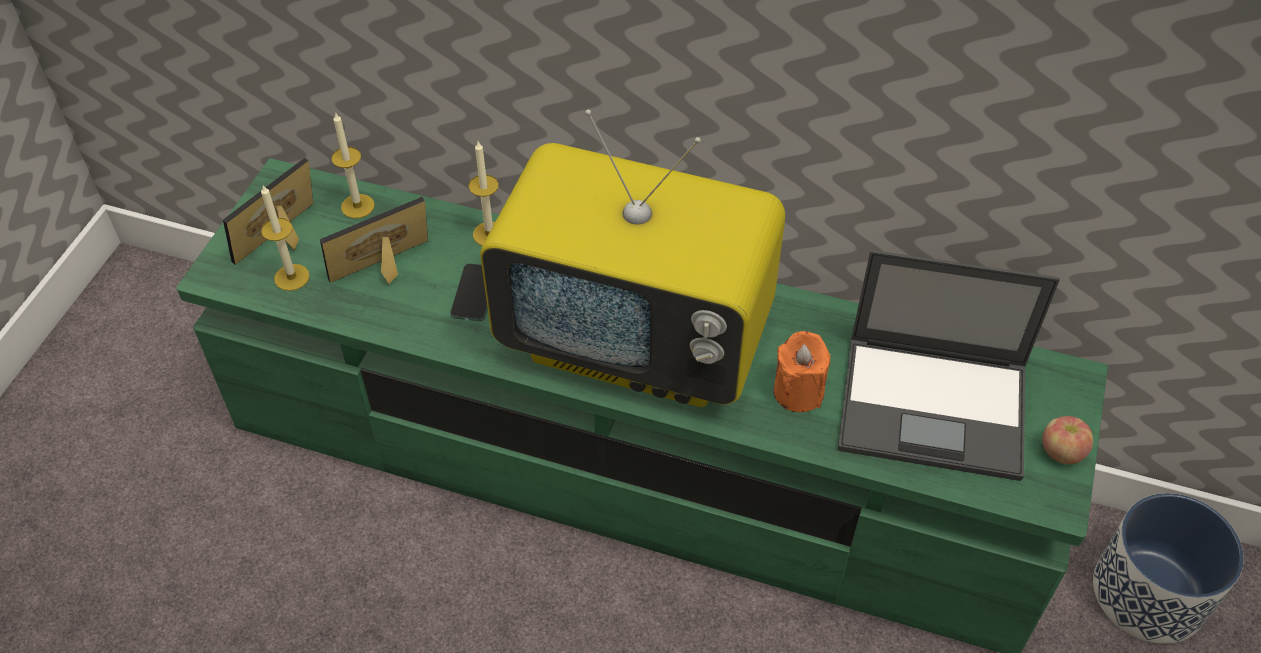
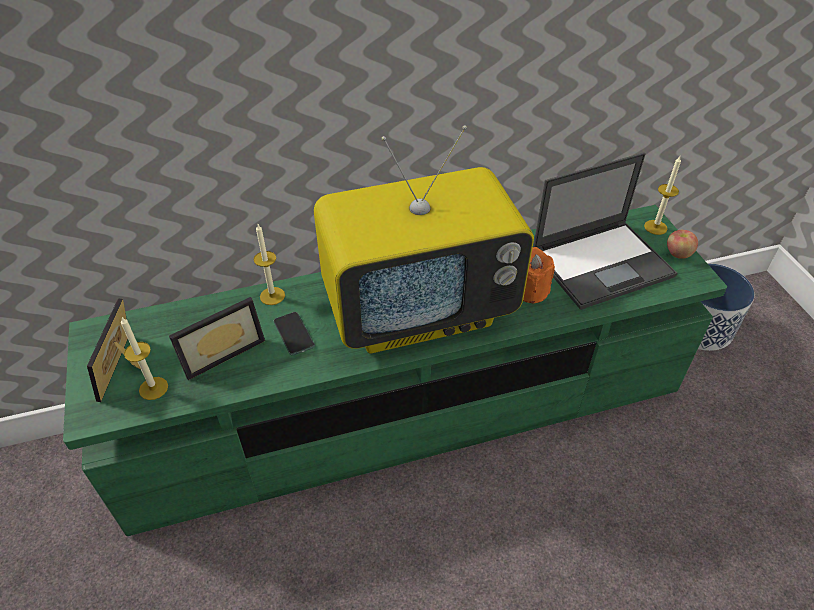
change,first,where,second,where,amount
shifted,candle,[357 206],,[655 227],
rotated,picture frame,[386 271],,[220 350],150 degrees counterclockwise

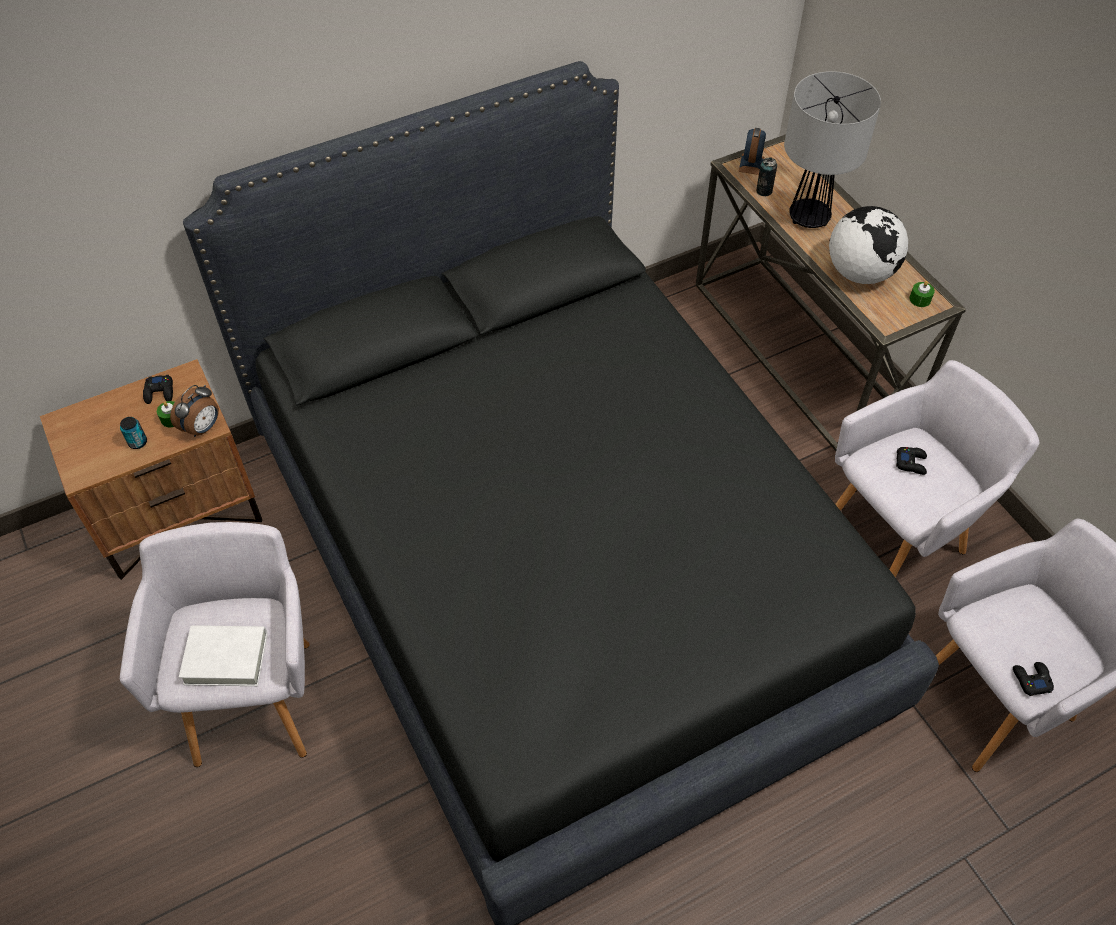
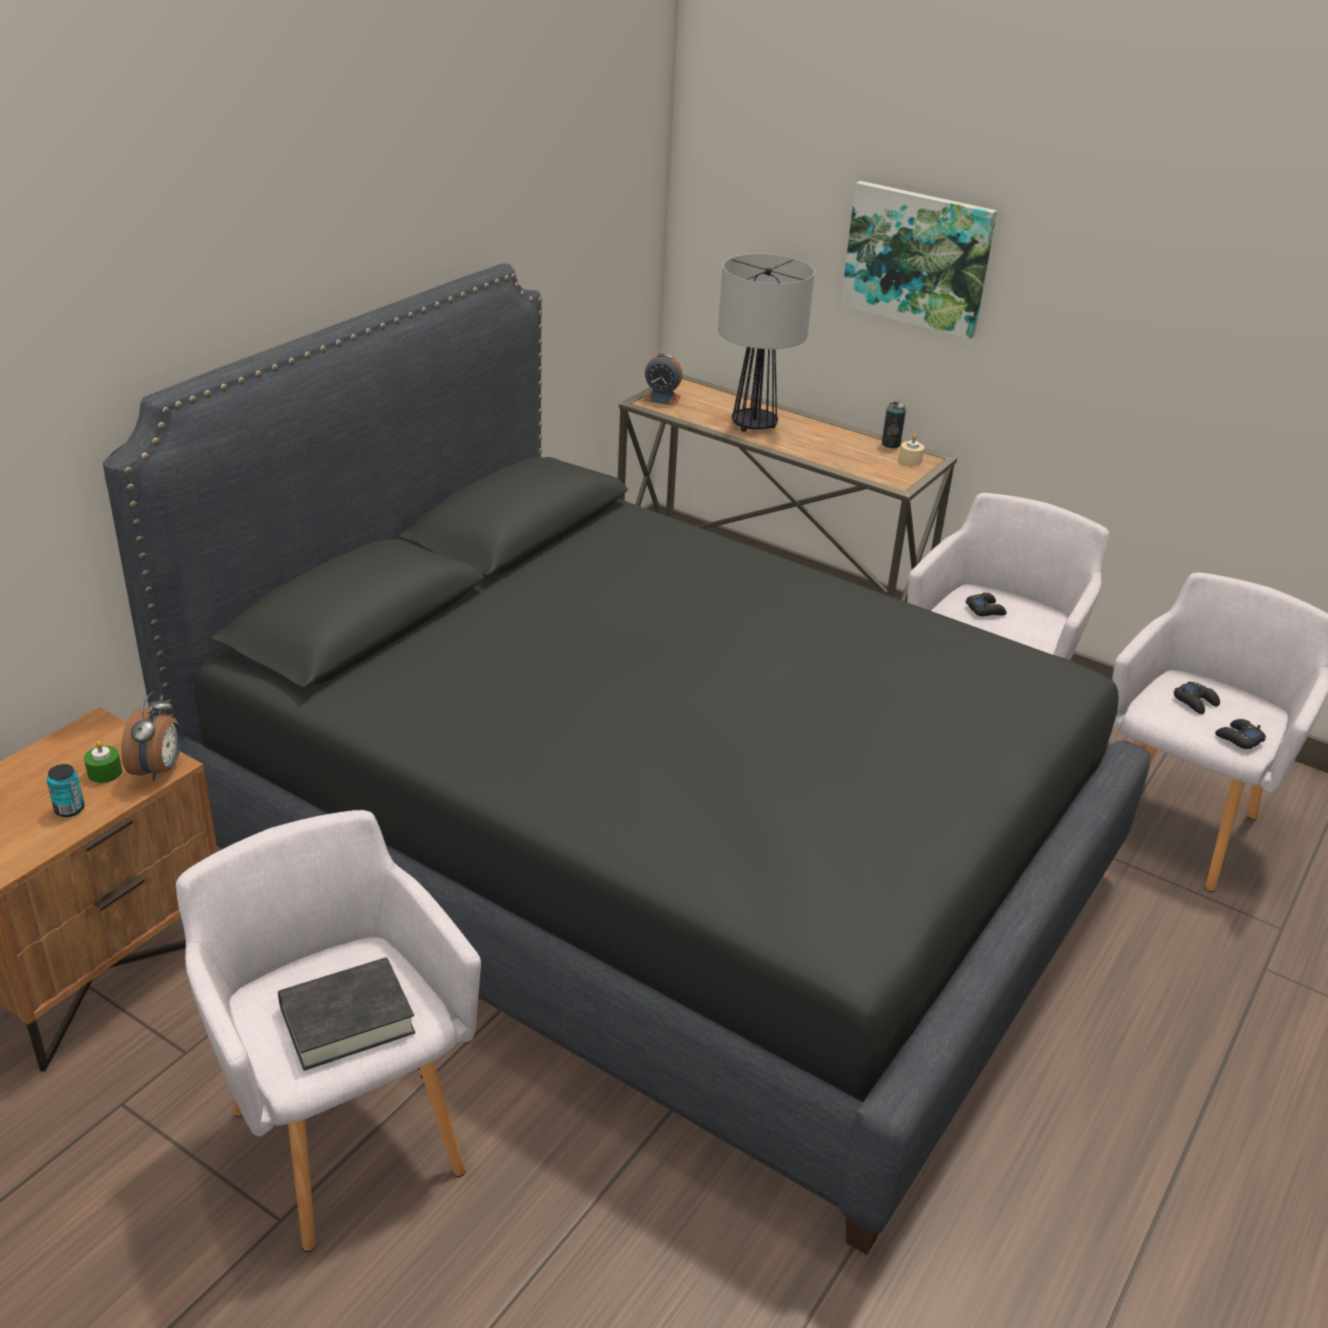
change,first,where,second,where,amount
rotated,alarm clock,[751 164],,[662 398],60 degrees counterclockwise
shifted,can,[764 191],,[890 444],
gone,globe,[860 273],,,
repainted,green candle,[920 299],beige candle,[910 460],
shifted,black game controller,[160 392],,[1195 702],
repainted,white book,[226 658],black book,[347 1020],
new,,,picture,[918 258],

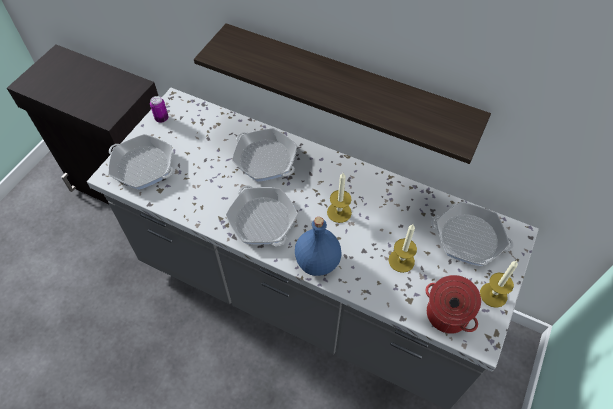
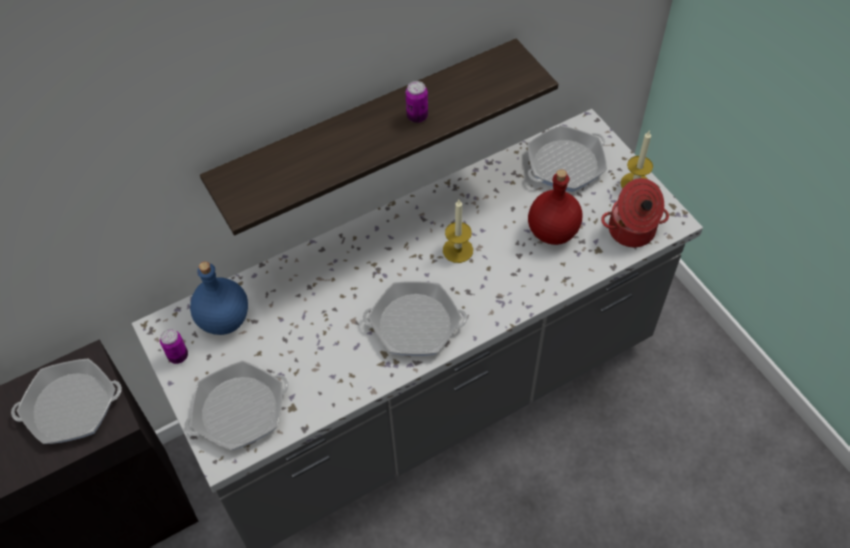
change,first,where,second,where,amount
shifted,frying pan,[265 159],,[71 406],
shifted,blue bottle,[316 262],,[223 320],
swapped,candle,[401 260],red bottle,[552 231],
new,,,can,[417 116],

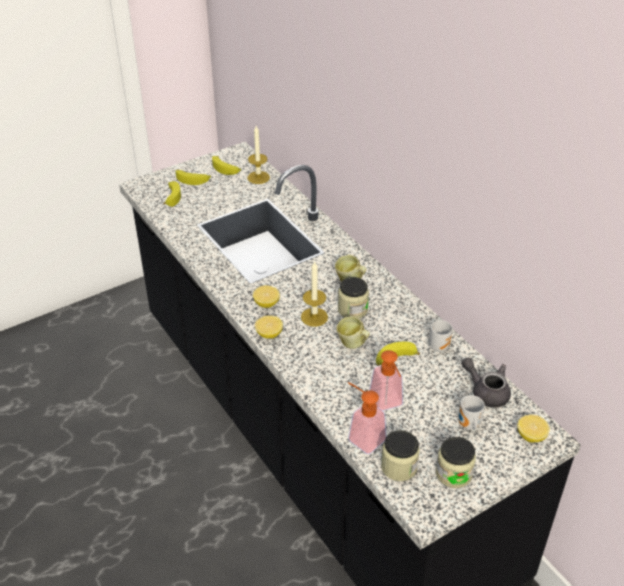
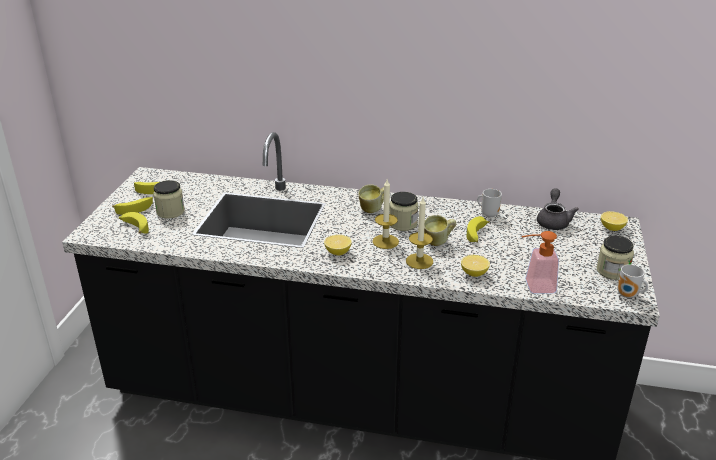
change,first,where,second,where,amount
shifted,candle,[258 177],,[419 261],
shifted,lemon,[269 334],,[474 273],
gone,soap dispenser,[388 404],,,
rotated,grey teapot,[486 391],,[553 221],105 degrees clockwise
shifted,mug,[468 425],,[628 296],
shifted,jar,[399 467],,[170 212],

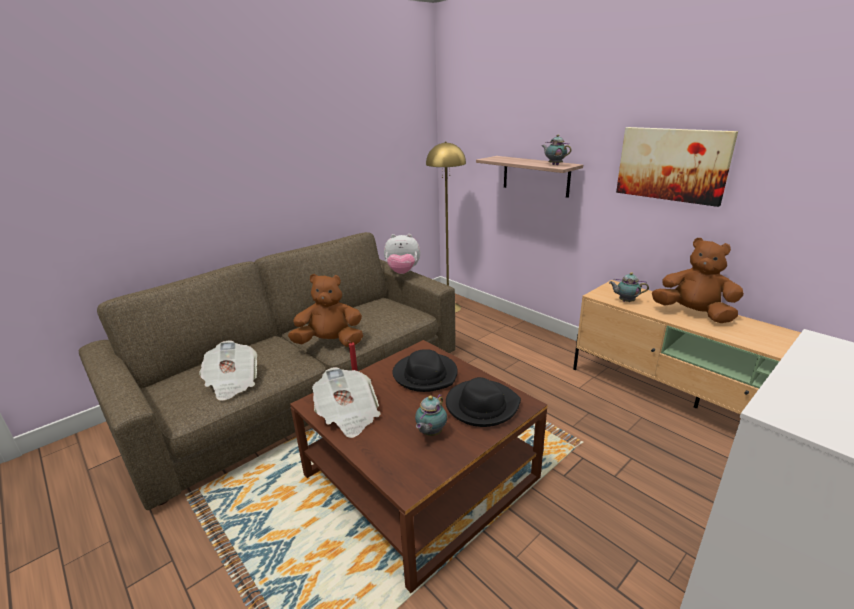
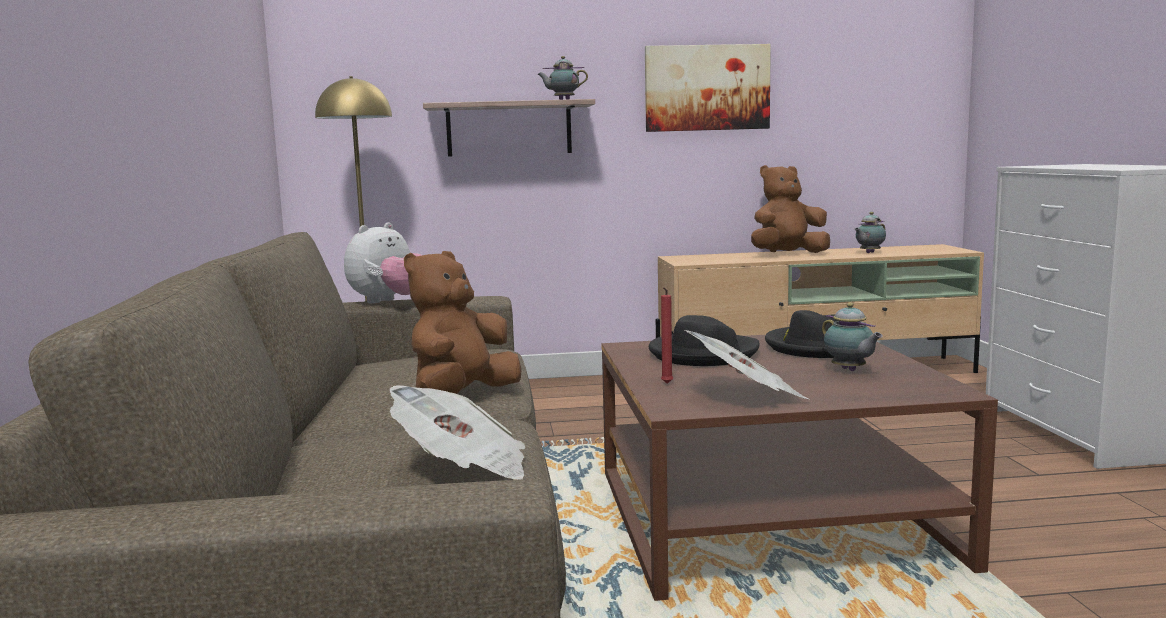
change,first,where,second,where,amount
shifted,teapot,[625 301],,[869 252],

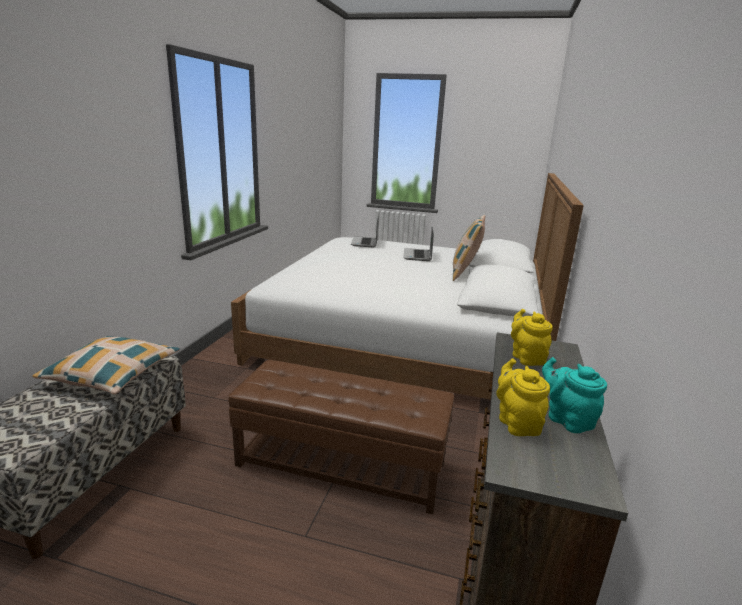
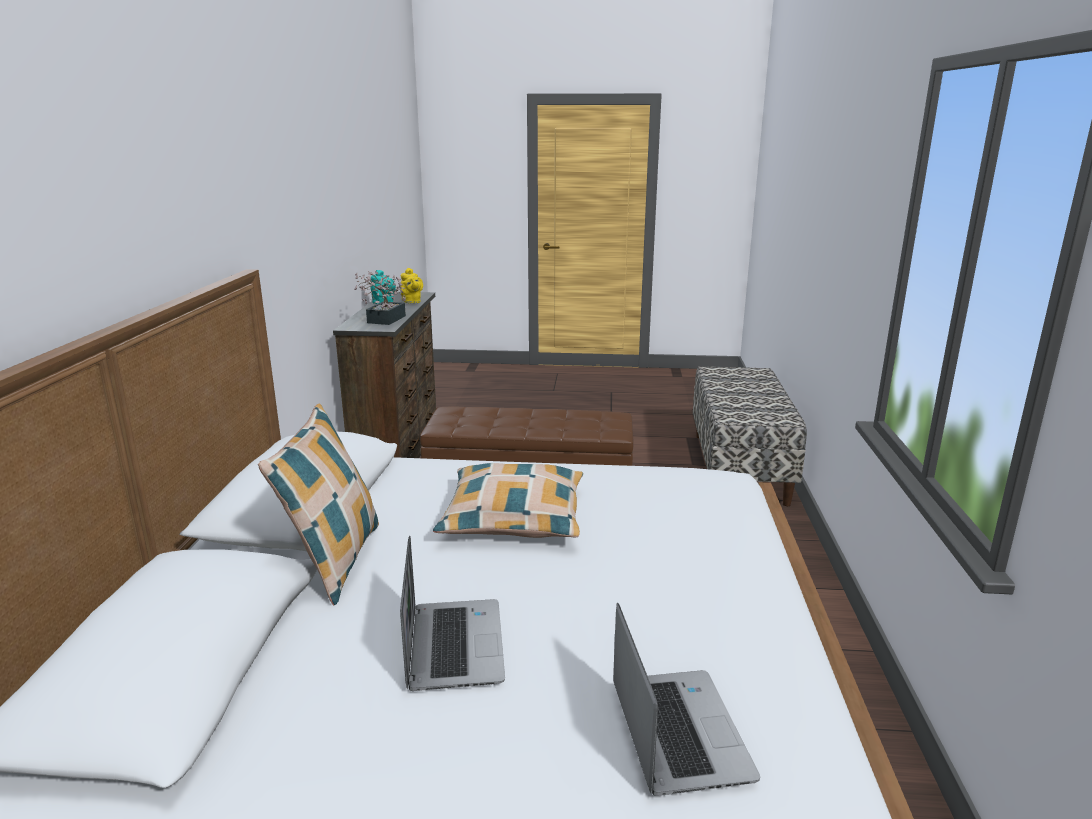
change,first,where,second,where,amount
swapped,yellow teapot,[526 357],potted plant,[383 320],
shifted,pillow,[112 373],,[514 517],

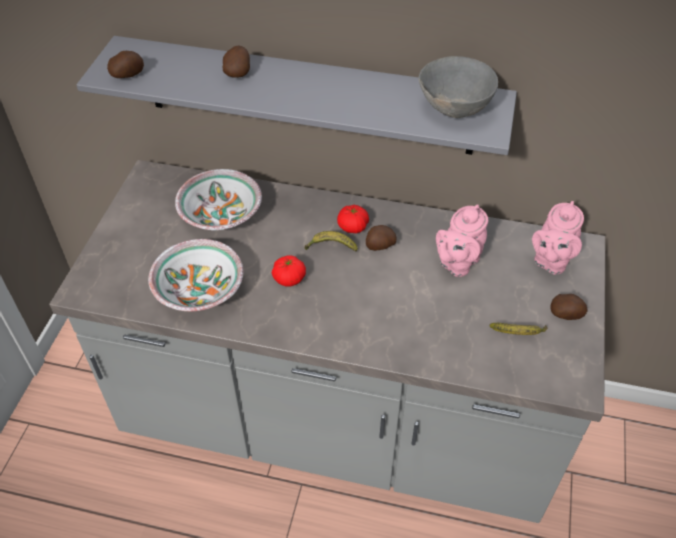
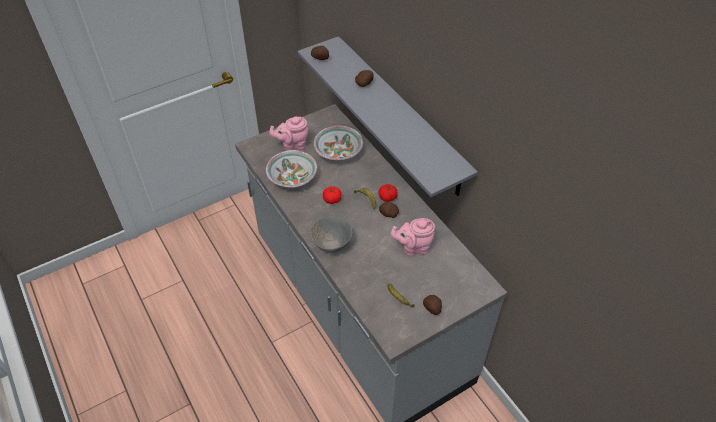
change,first,where,second,where,amount
shifted,grey bowl,[454 110],,[331 245],
shifted,pink teapot,[550 260],,[292 146],

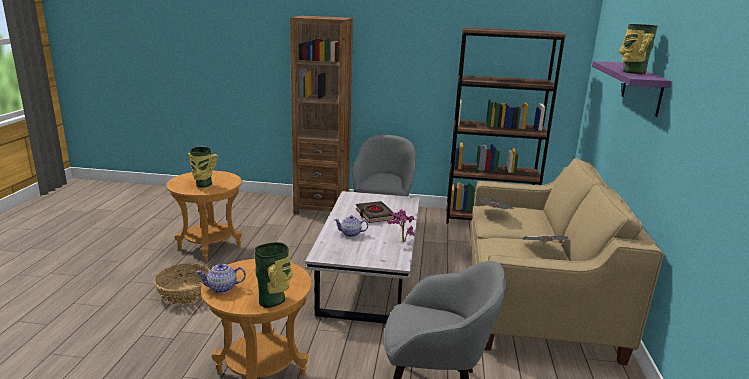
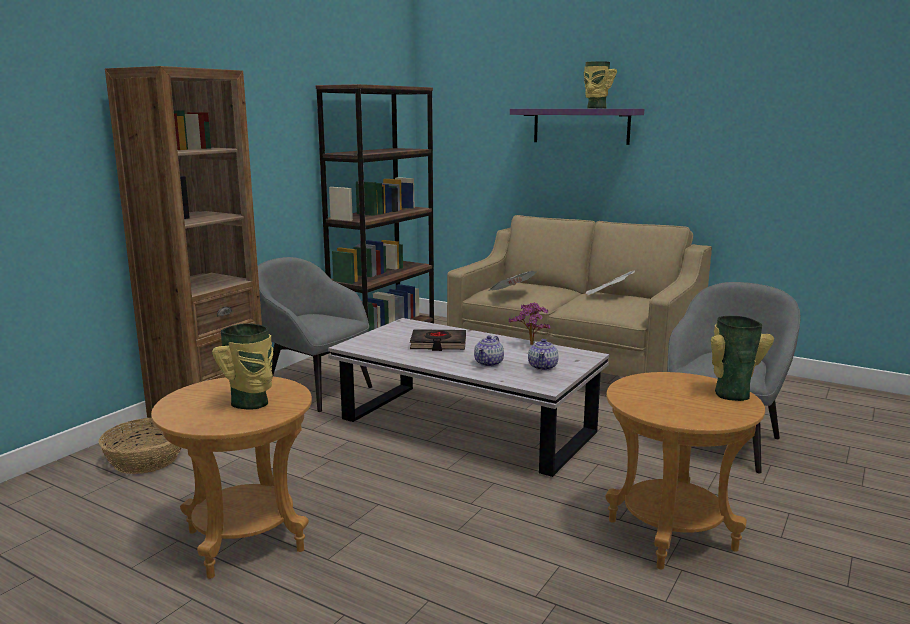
change,first,where,second,where,amount
shifted,basket,[184 293],,[145 460],
shifted,teapot,[222 288],,[543 367],

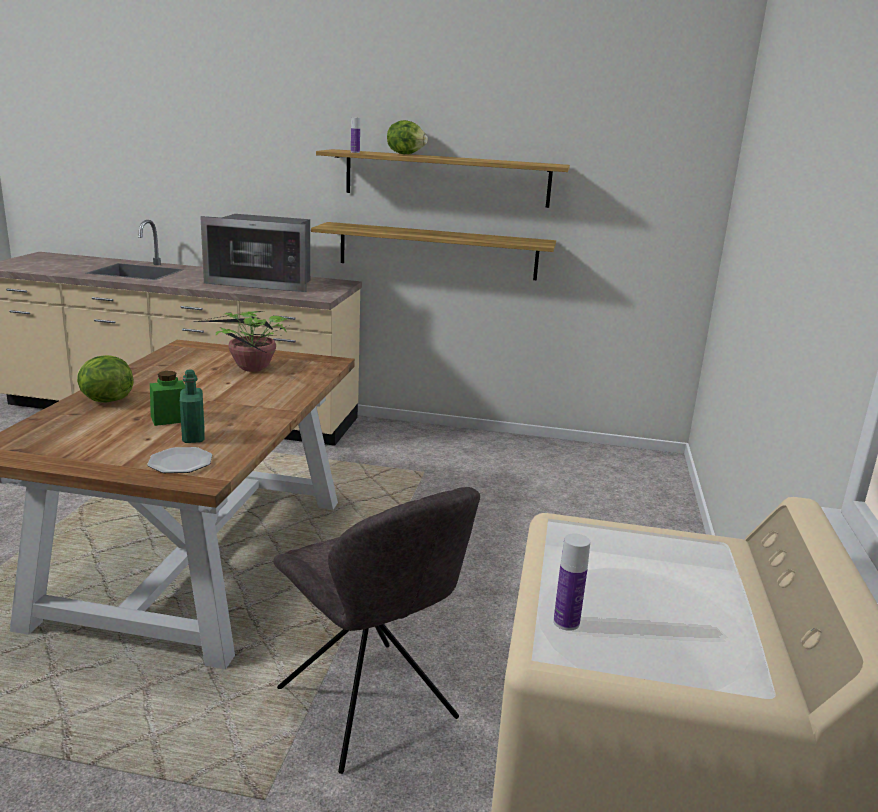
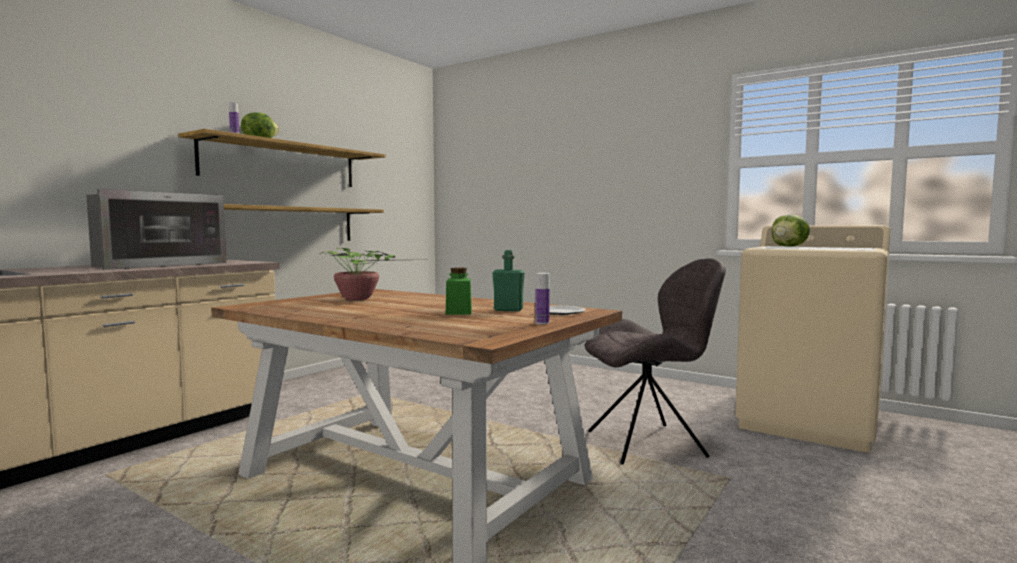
change,first,where,second,where,amount
shifted,lettuce,[105 400],,[789 246],
shifted,bottle,[566 622],,[542 323],

